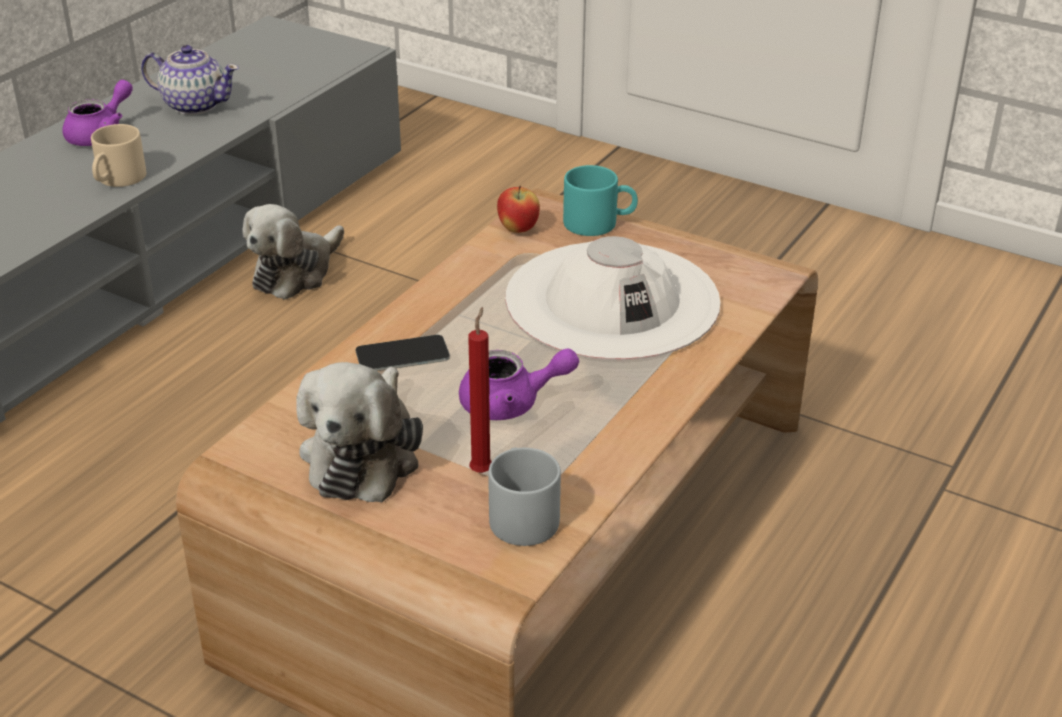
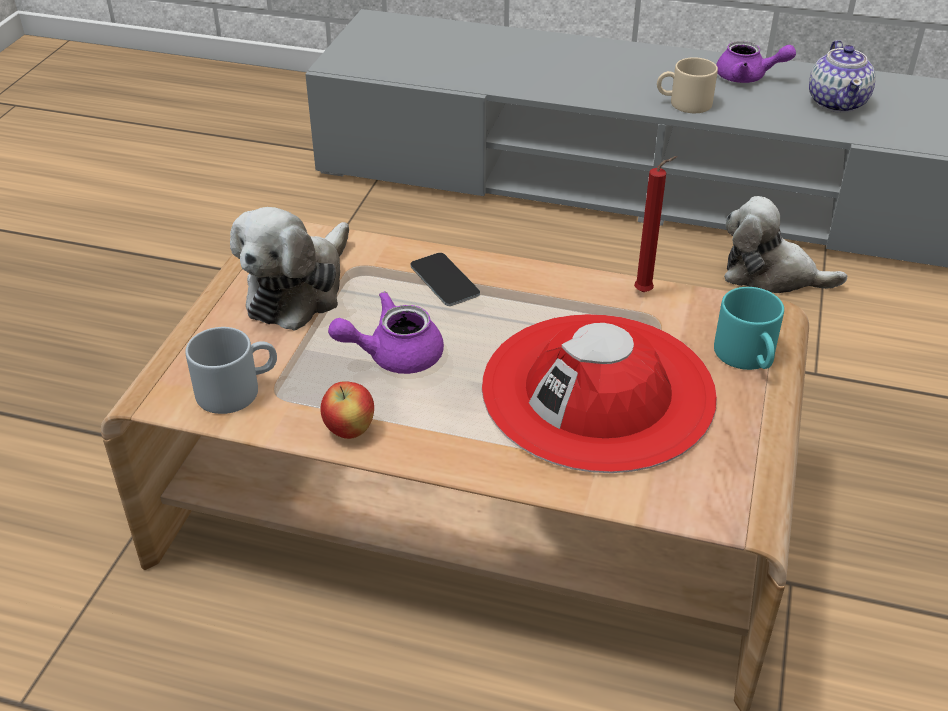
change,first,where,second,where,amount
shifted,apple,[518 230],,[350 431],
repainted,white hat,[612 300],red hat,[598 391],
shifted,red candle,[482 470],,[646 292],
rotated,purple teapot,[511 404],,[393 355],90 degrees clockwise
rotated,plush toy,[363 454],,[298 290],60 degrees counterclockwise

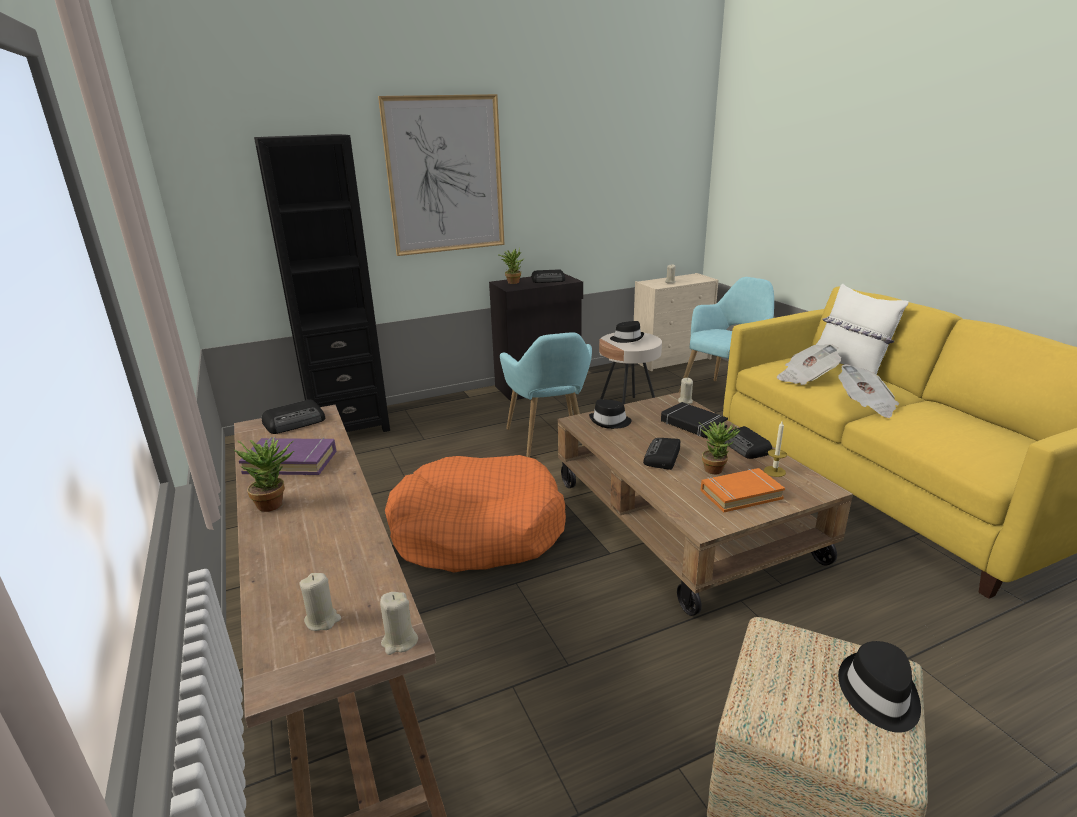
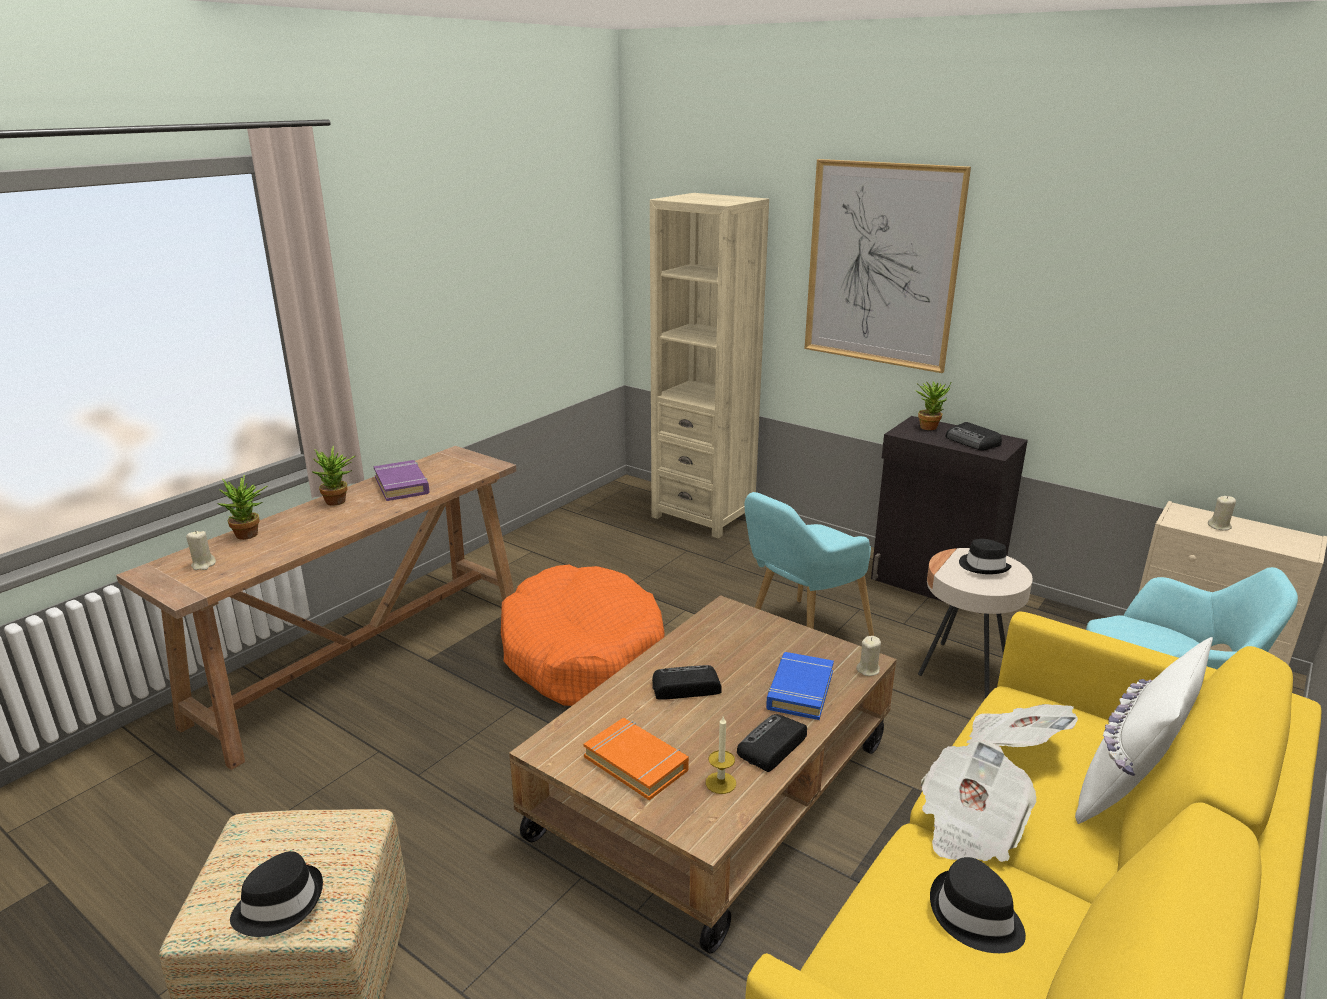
change,first,where,second,where,amount
repainted,black bookcase,[348 426],beige bookcase,[703 515],
shifted,black hat,[610 422],,[974 917],
gone,radio,[296 422],,,
repainted,black book,[692 424],blue book,[799 690],
shifted,potted plant,[716 468],,[250 536],
gone,beige candle,[399 641],,,

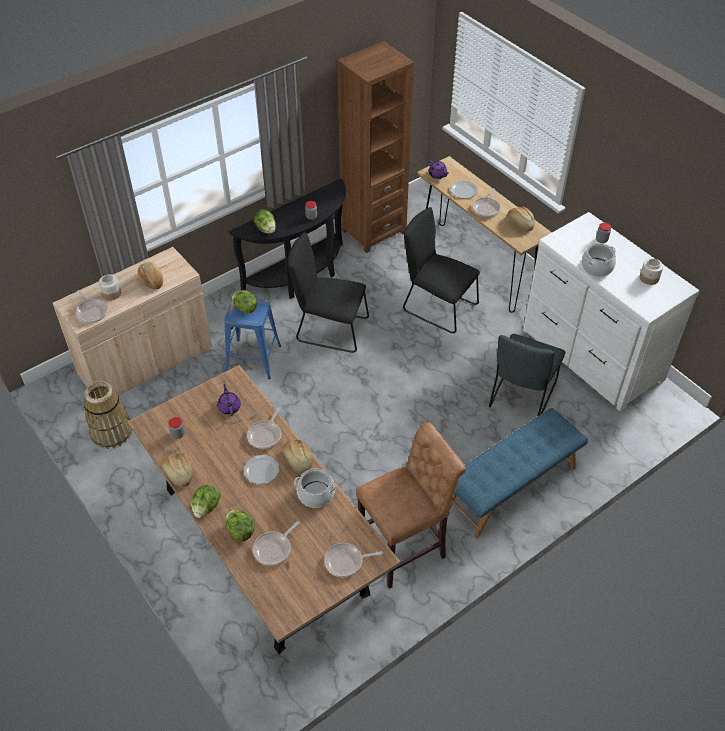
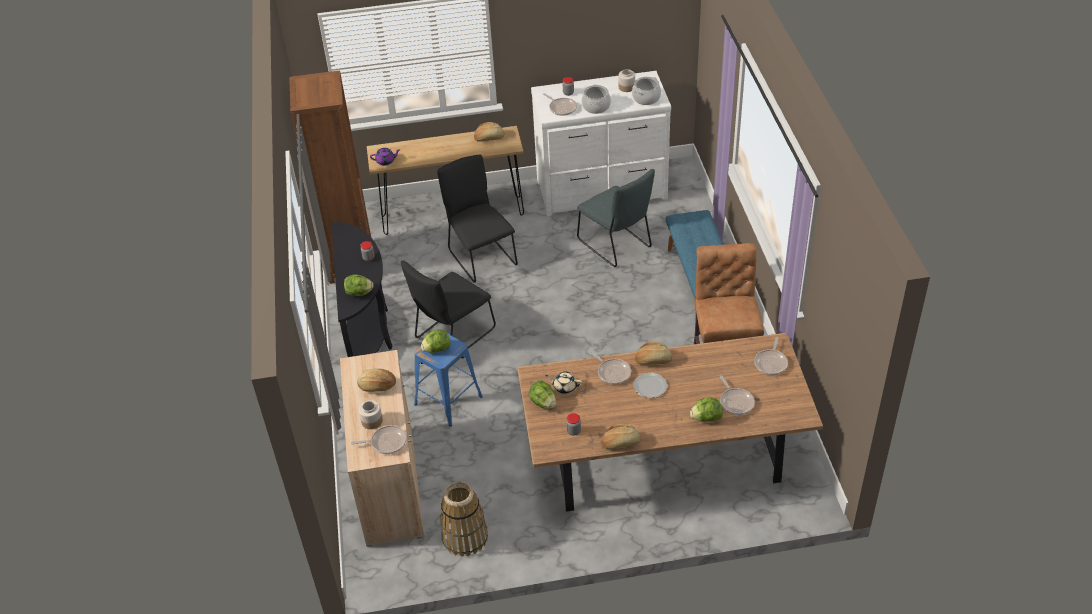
change,first,where,second,where,amount
gone,plate,[464 191],,,
shifted,frying pan,[486 208],,[561 108],
rotated,black chair,[437 307],,[480 256],90 degrees clockwise
repainted,purple teapot,[229 407],beige teapot,[564 387],
shifted,cooking pot,[316 494],,[646 98],
shifted,lettuce,[206 507],,[543 403],

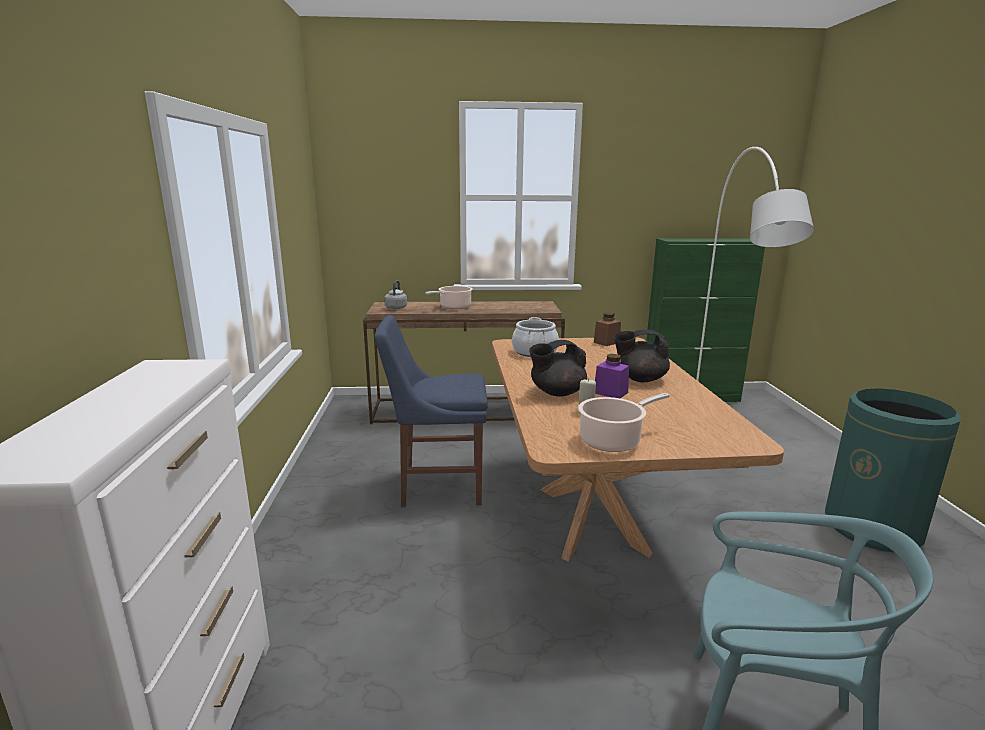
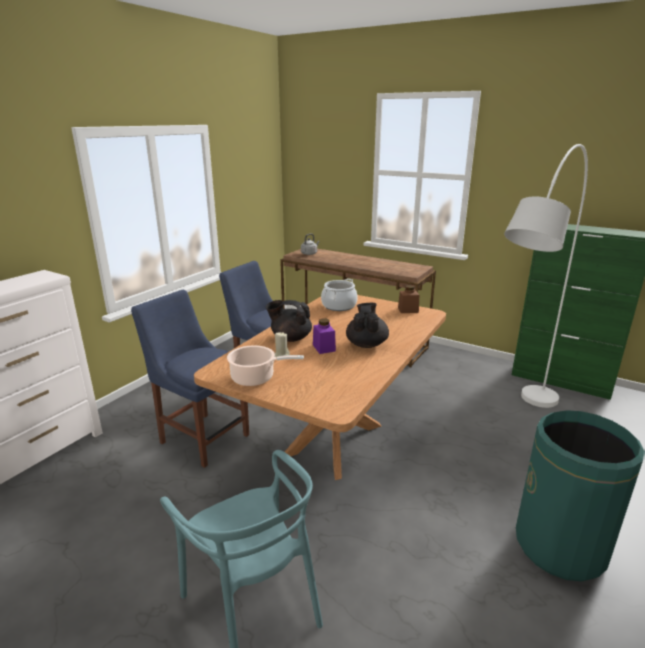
change,first,where,second,where,amount
gone,cooking pot,[453 307],,,
rotated,black teapot,[639 379],,[366 344],60 degrees clockwise
new,,,blue chair,[202 437],

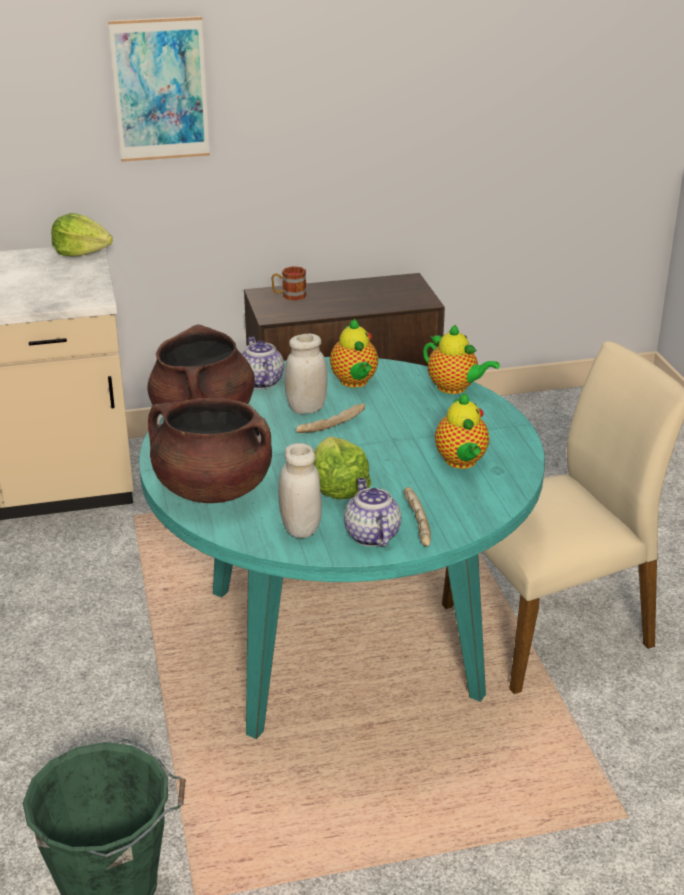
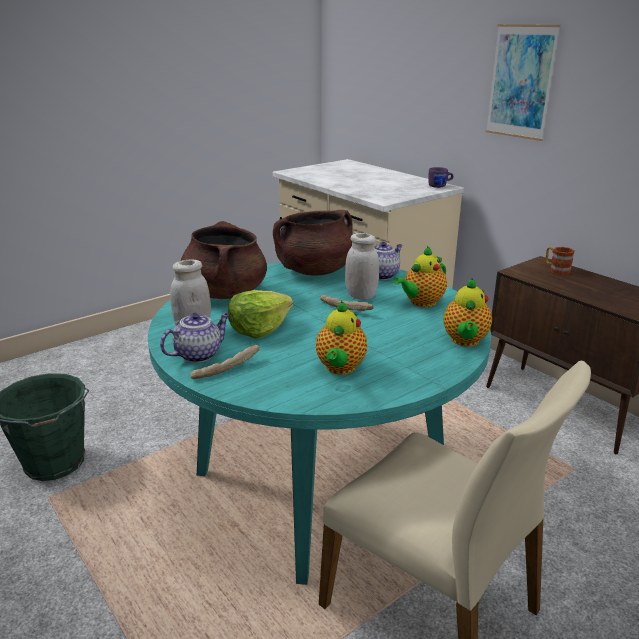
change,first,where,second,where,amount
swapped,lettuce,[82 252],purple mug,[440 186],
rotated,teapot,[461 462],,[340 368],45 degrees counterclockwise

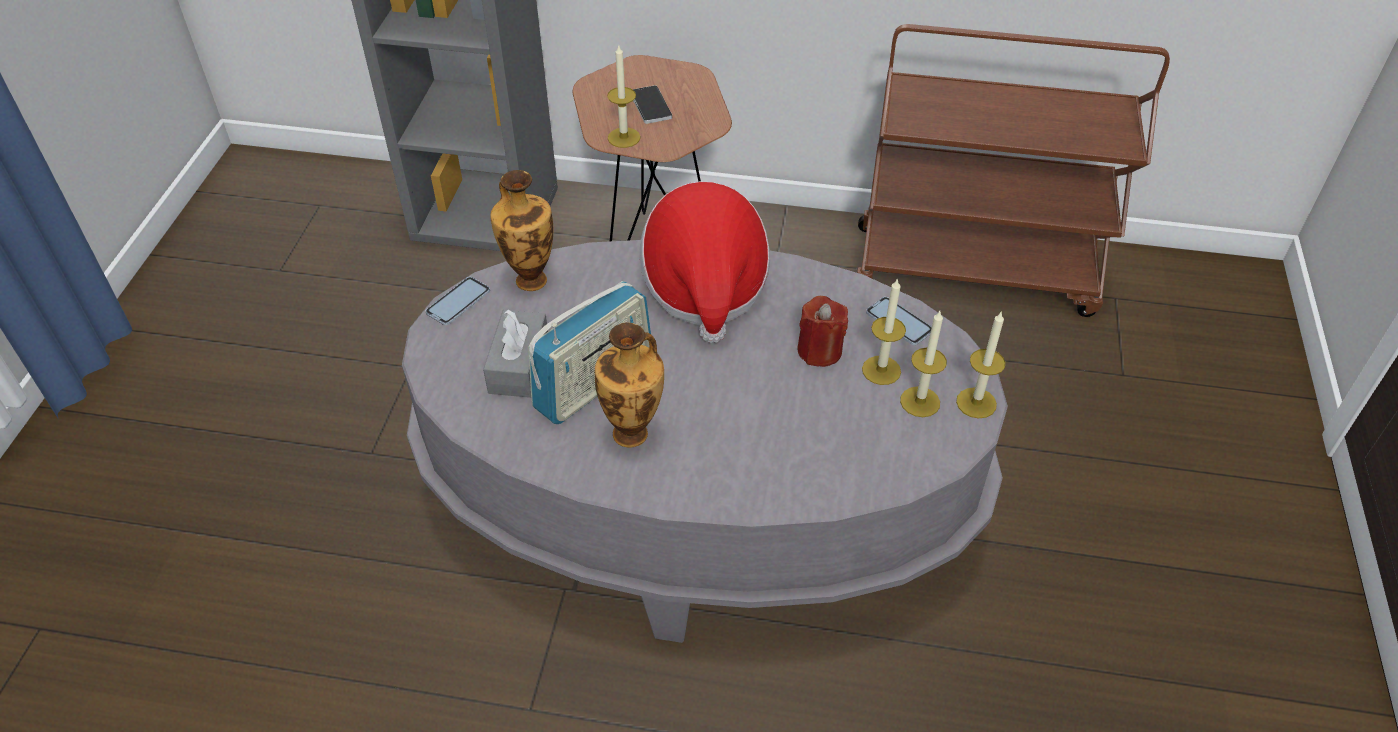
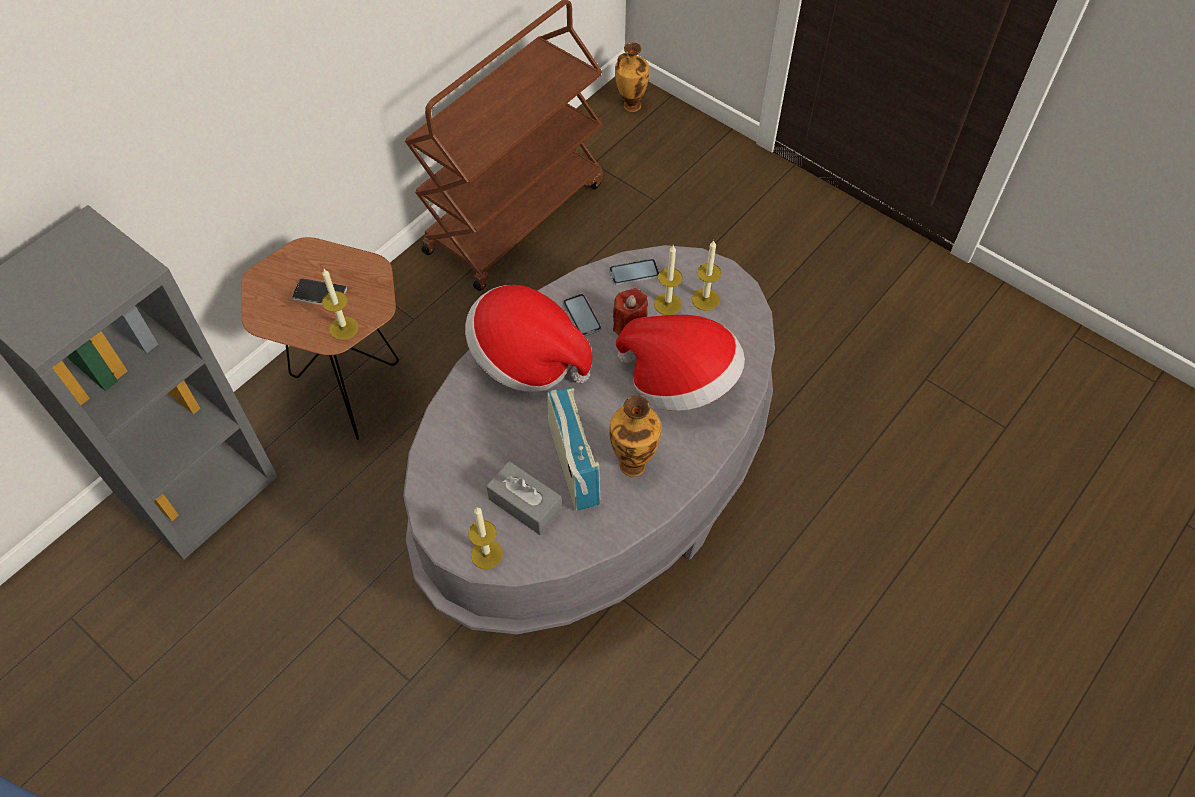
change,first,where,second,where,amount
shifted,vase,[530 279],,[630 105],
shifted,phone,[458 302],,[582 316],
shifted,candle,[976 403],,[486 554],
new,,,hat,[680 381],

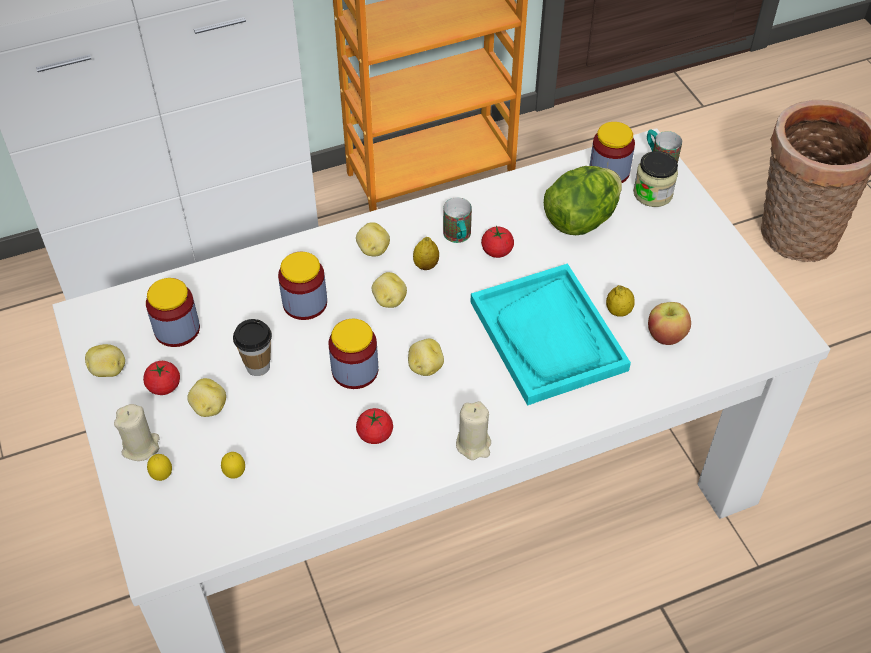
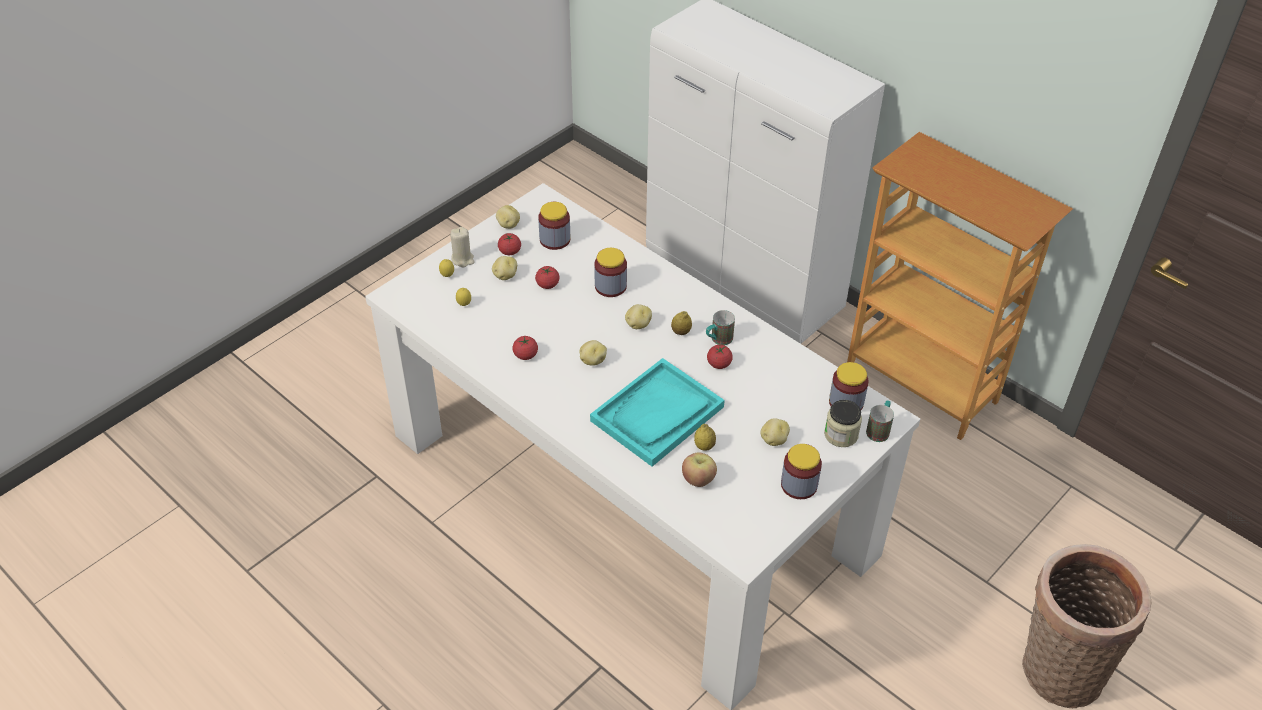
change,first,where,second,where,amount
gone,lettuce,[580 220],,,
shifted,potato,[373 250],,[773 439],
swapped,cup,[258 366],tomato,[547 284],
shifted,jar,[355 370],,[799 485],
gone,beige candle,[473 444],,,

